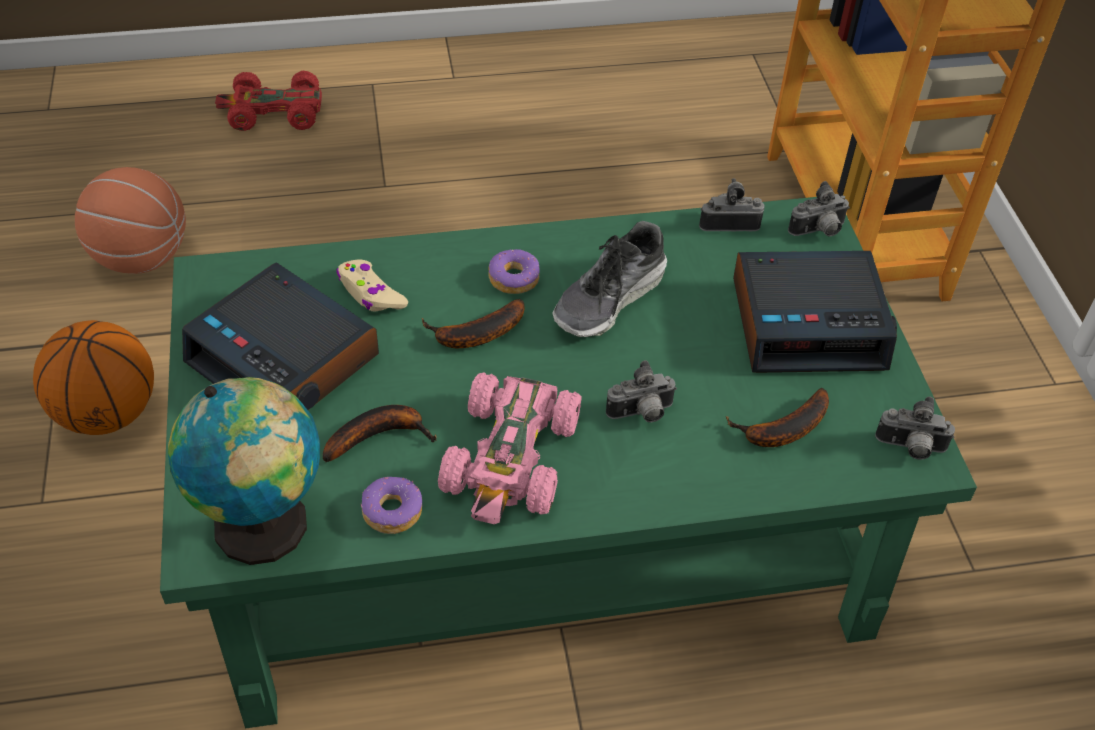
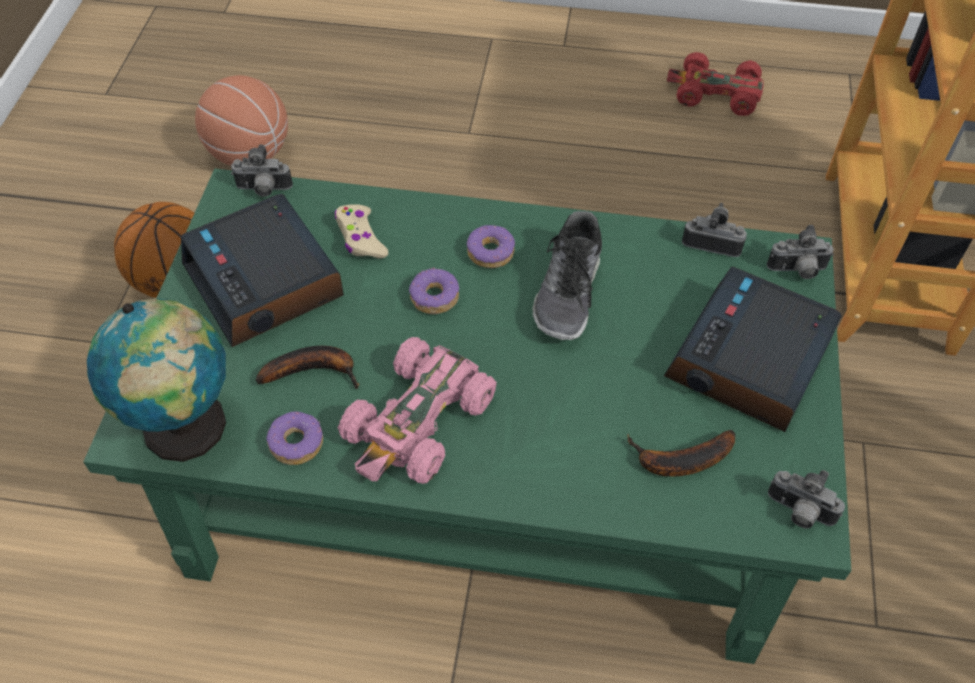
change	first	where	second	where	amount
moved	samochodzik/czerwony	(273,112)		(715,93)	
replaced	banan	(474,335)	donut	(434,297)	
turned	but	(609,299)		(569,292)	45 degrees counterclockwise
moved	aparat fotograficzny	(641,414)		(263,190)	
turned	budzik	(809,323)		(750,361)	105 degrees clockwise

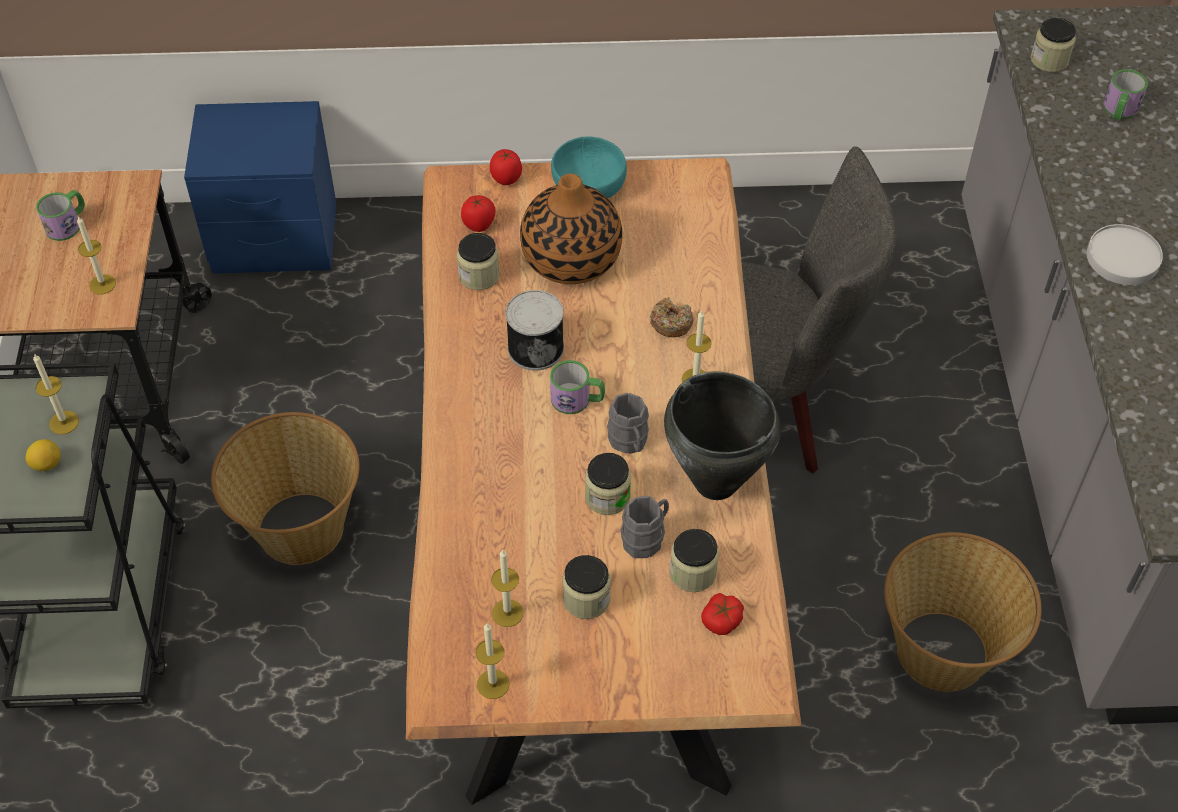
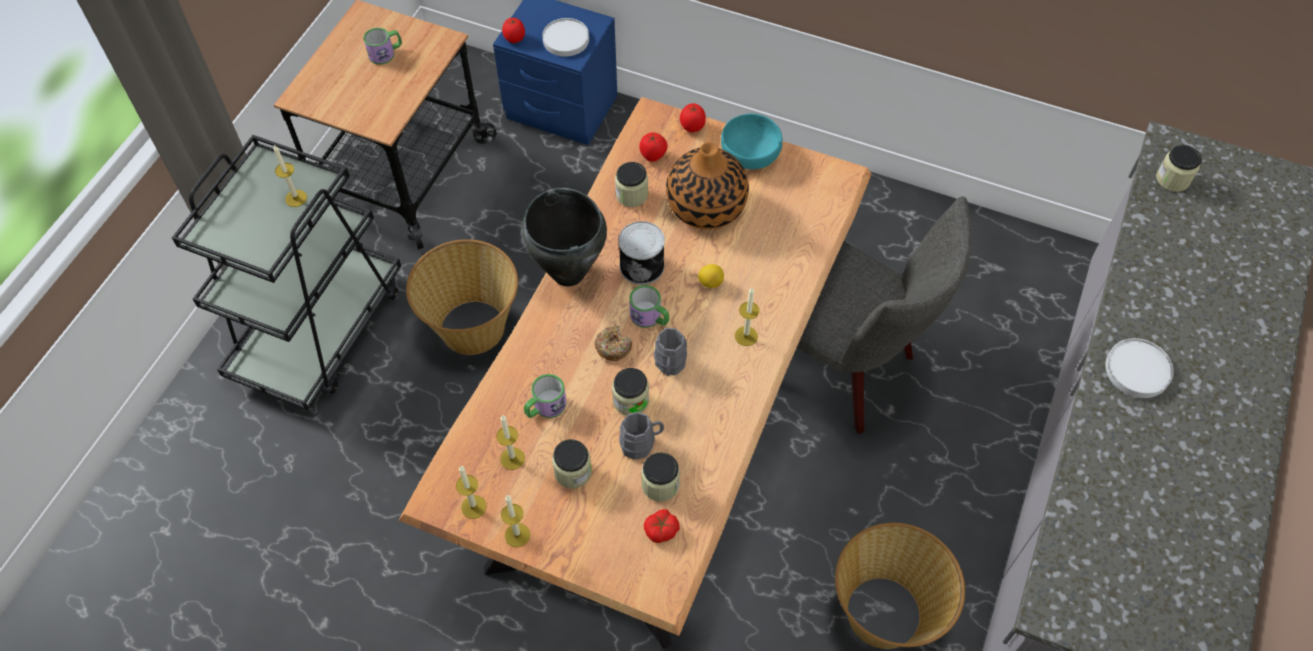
change	first	where	second	where	amount
moved	cytryna	(47,464)		(710,282)	
moved	świeca	(102,284)		(517,535)	
moved	donut	(671,323)		(613,347)	
moved	garnek/czarny	(716,483)		(568,273)	
moved	kubek	(1119,111)		(545,407)	
added			pomidor	(514,38)	
added			talerz/biały	(565,39)	

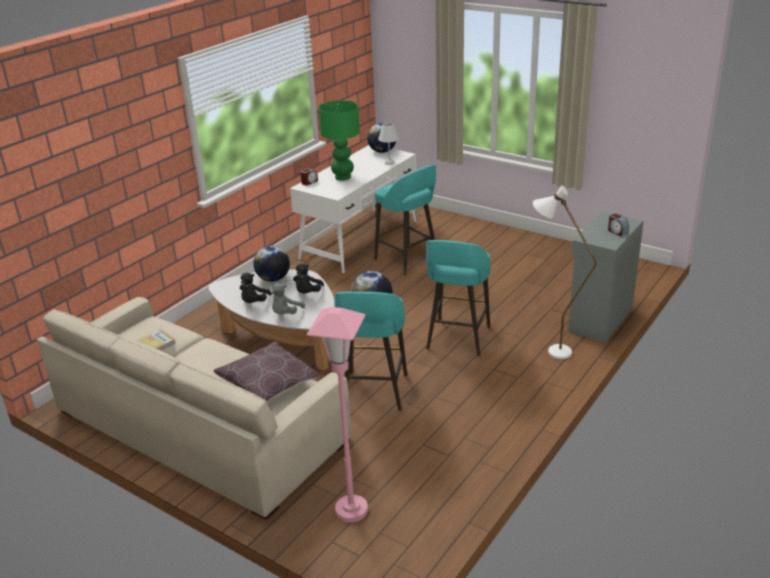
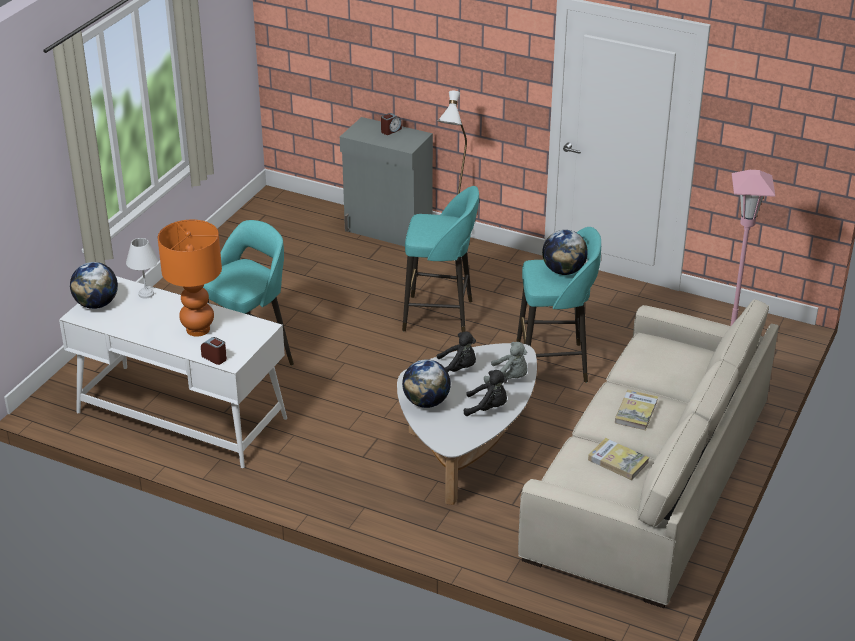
change	first	where	second	where	amount
removed	poduszka/brązowy	(268,384)			
recoloured	lampa stołowa/zielony	(343,177)	lampa stołowa/pomarańczowy	(197,329)	
added			książka	(636,412)	

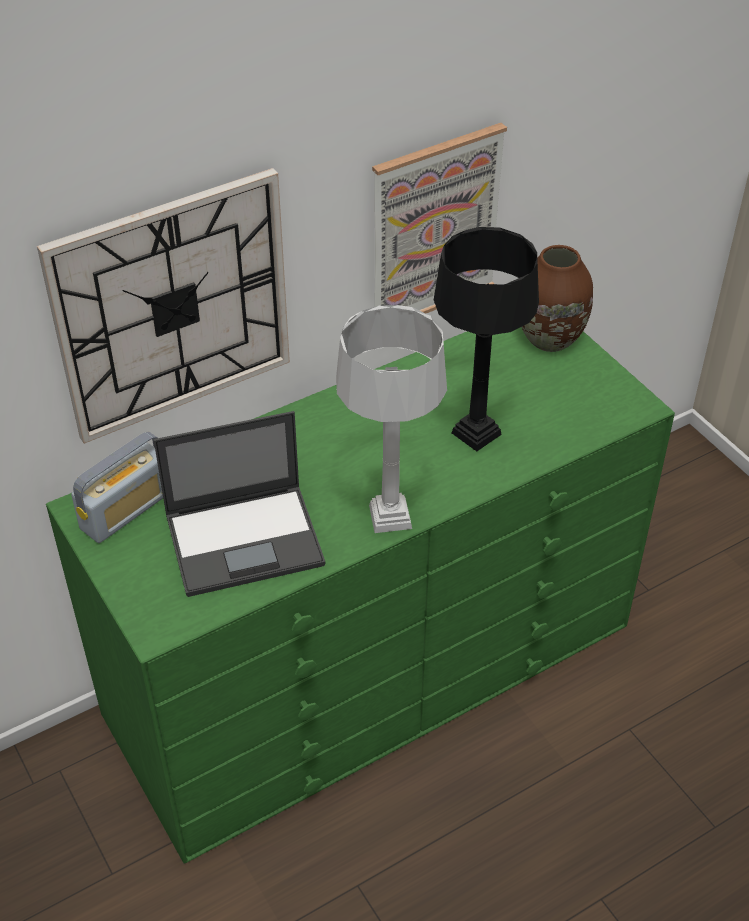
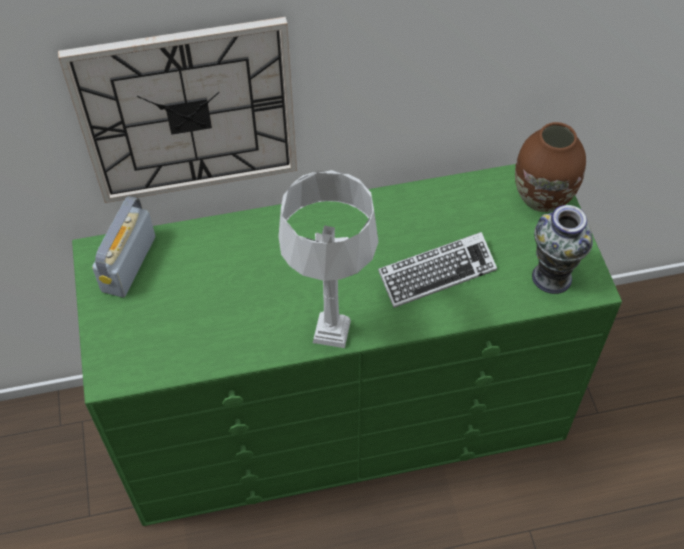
change	first	where	second	where	amount
turned	radio	(126,510)		(128,264)	135 degrees clockwise
removed	laptop	(246,539)			
removed	obraz	(434,228)			
replaced	lampa stołowa/czarny	(475,434)	klawiatura	(436,273)	
added			wazon	(551,277)	

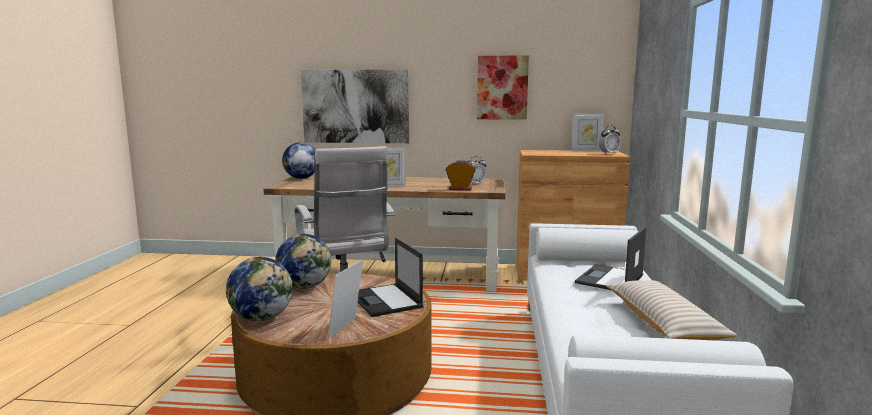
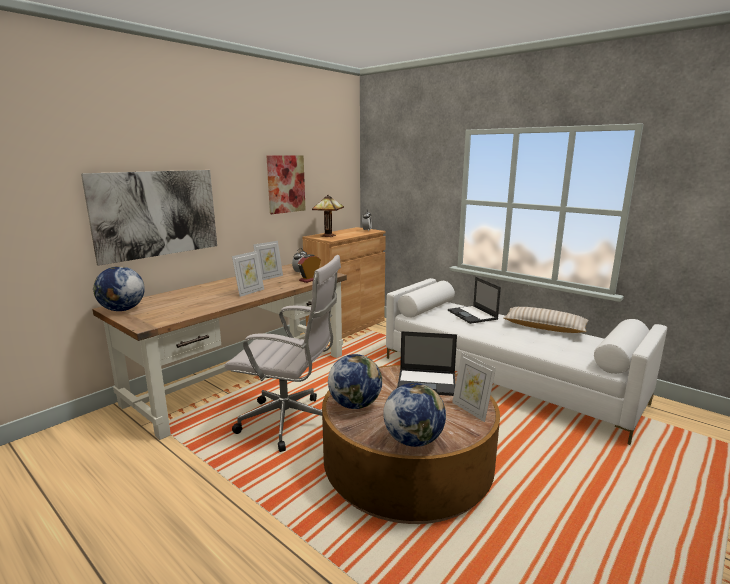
change	first	where	second	where	amount
moved	ramka na zdjęcie	(586,150)		(269,277)	
added			lampa stołowa	(329,236)	

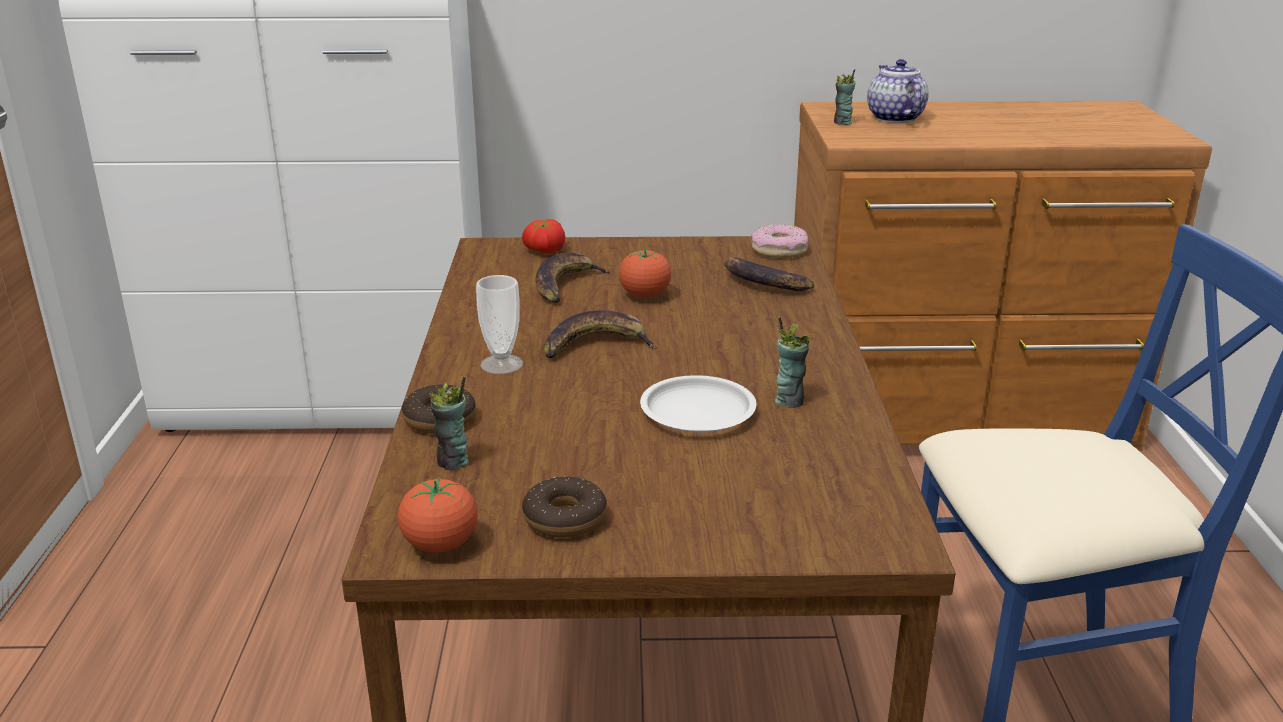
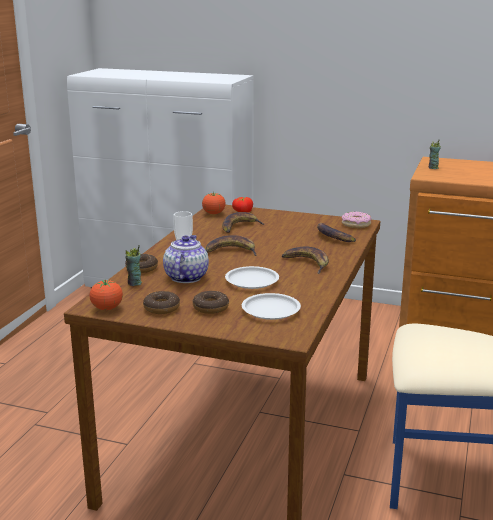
change	first	where	second	where	amount
moved	pomidor	(645,296)		(213,213)	
removed	filiżanka	(789,400)			
moved	imbryk	(894,118)		(186,277)	
added			donut	(210,307)	
added			talerz/biały	(271,310)	
added			banan	(307,263)	

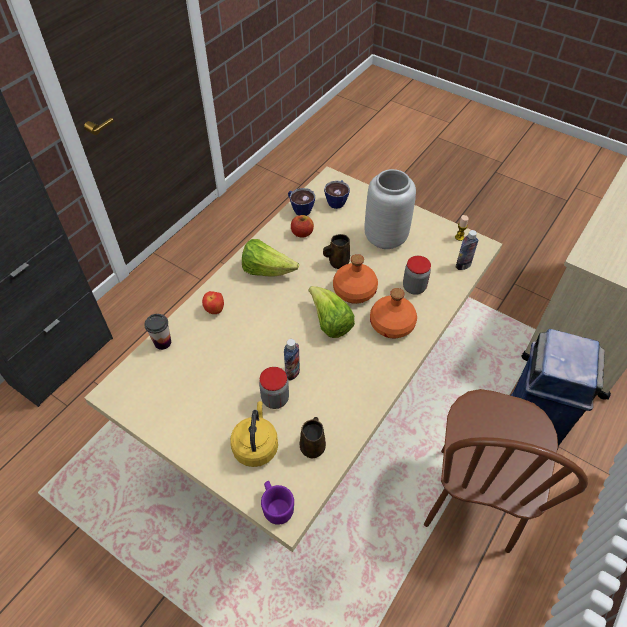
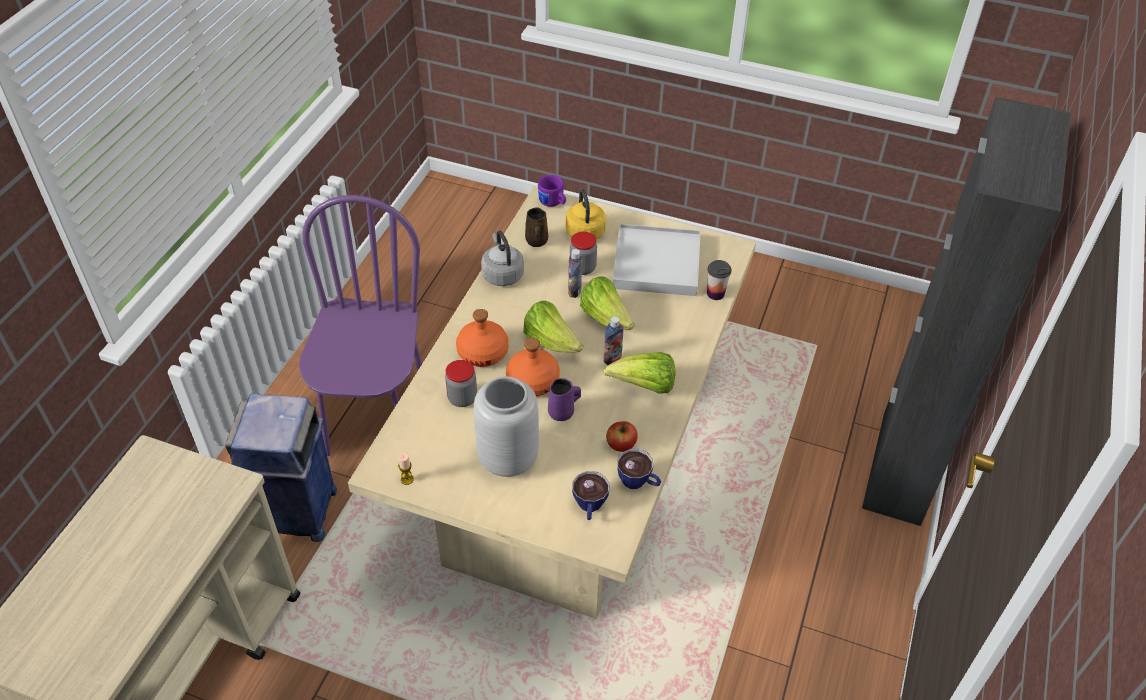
change	first	where	second	where	amount
removed	jabłko	(215,310)			
recoloured	kubek/brązowy	(337,262)	kubek/fioletowy	(562,412)	
recoloured	krzesło/brązowy	(472,498)	krzesło/fioletowy	(376,421)	
moved	butelka	(463,265)		(612,358)	
added			czajnik/szary	(502,274)	
added			sałata	(606,318)	
added			taca/biały	(656,264)	

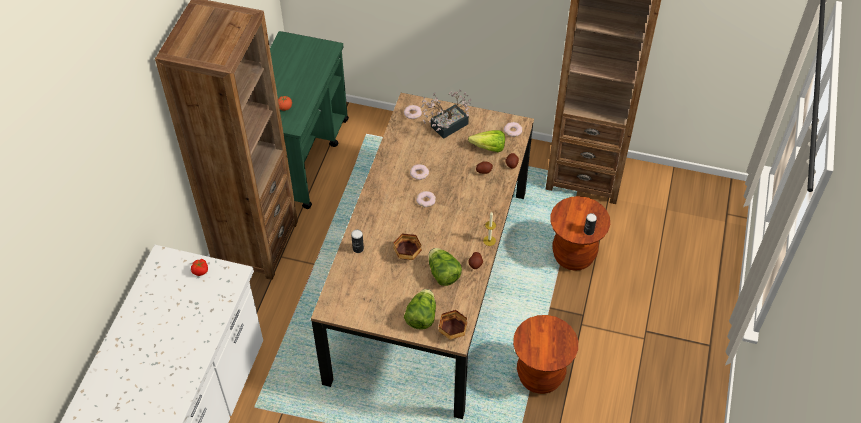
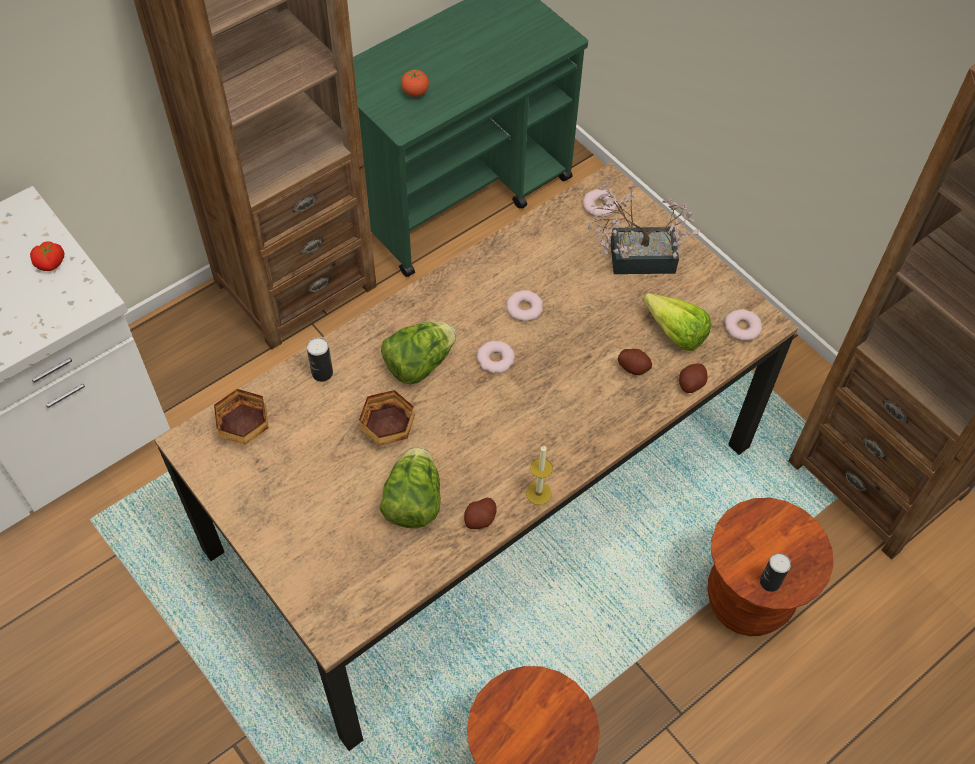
change	first	where	second	where	amount
moved	sałata	(421,316)		(419,364)	
moved	miska	(453,331)		(246,429)	

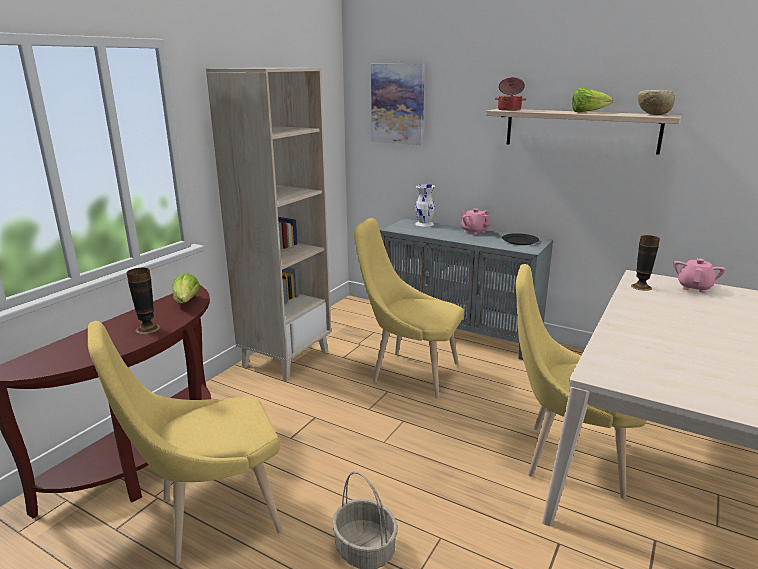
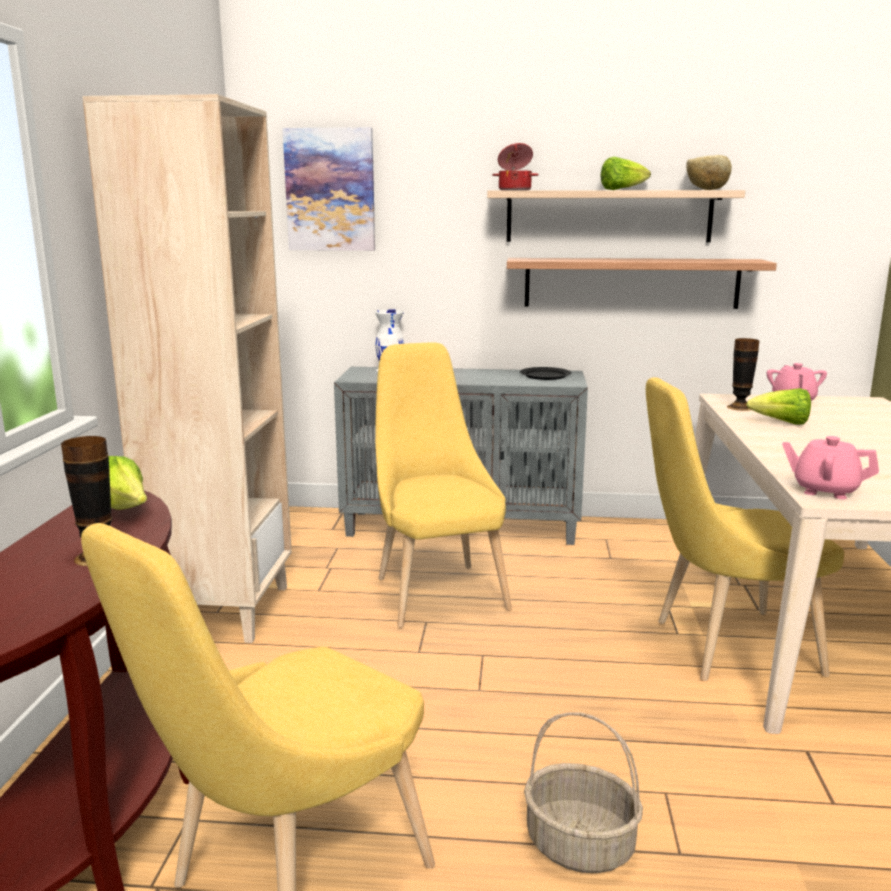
change	first	where	second	where	amount
turned	krzesło/żółty	(409,372)		(436,590)	75 degrees clockwise
moved	imbryk/różowy	(474,231)		(825,490)	
added			półka	(631,283)	
added			sałata	(781,423)	

